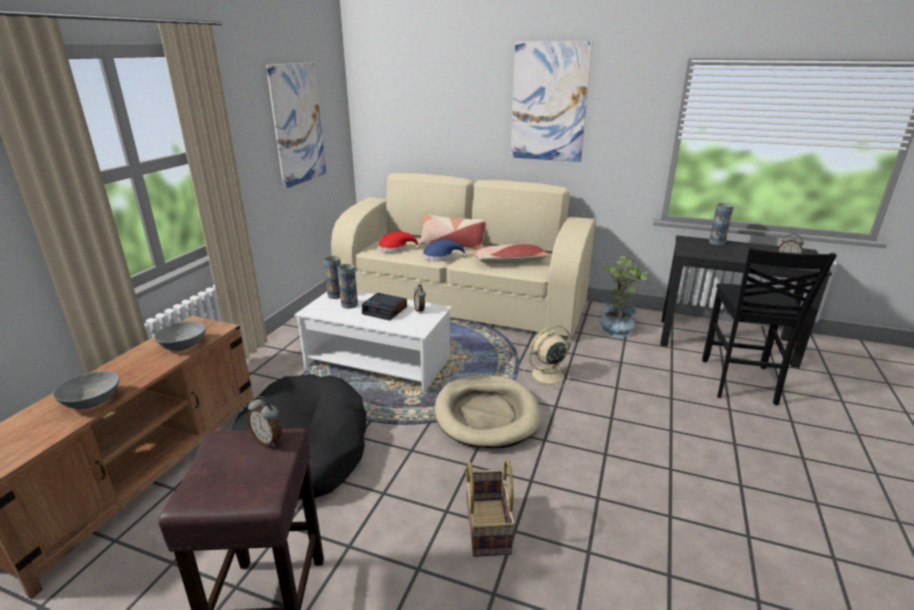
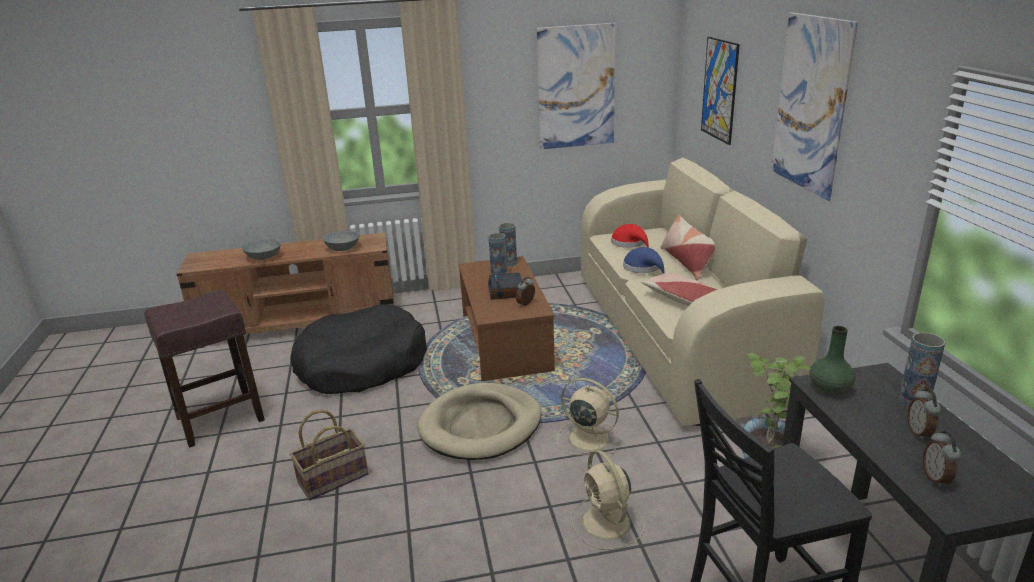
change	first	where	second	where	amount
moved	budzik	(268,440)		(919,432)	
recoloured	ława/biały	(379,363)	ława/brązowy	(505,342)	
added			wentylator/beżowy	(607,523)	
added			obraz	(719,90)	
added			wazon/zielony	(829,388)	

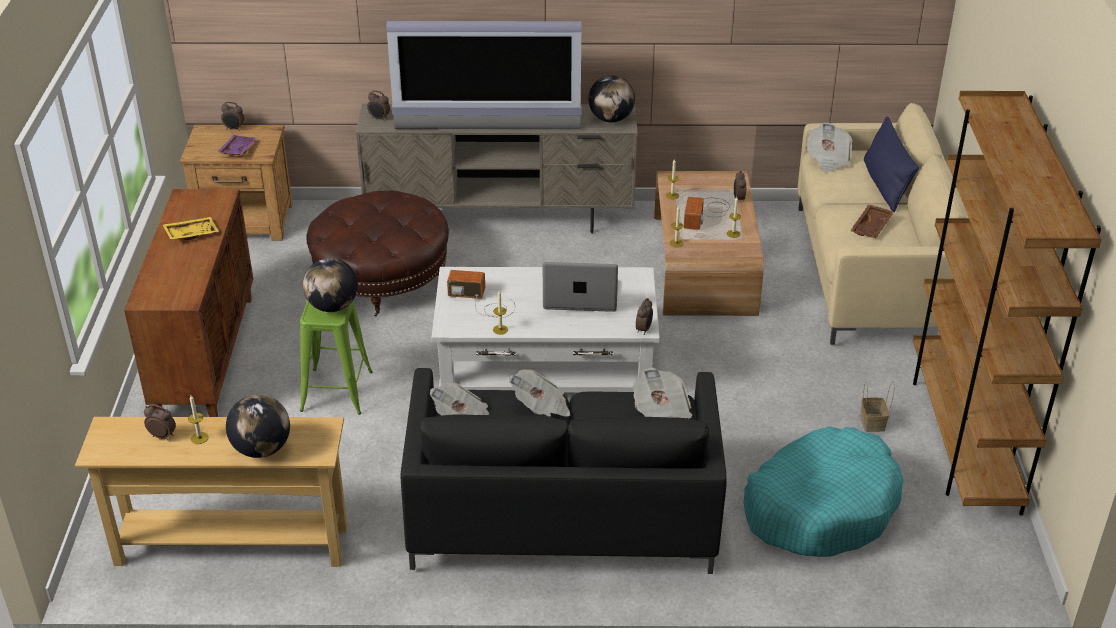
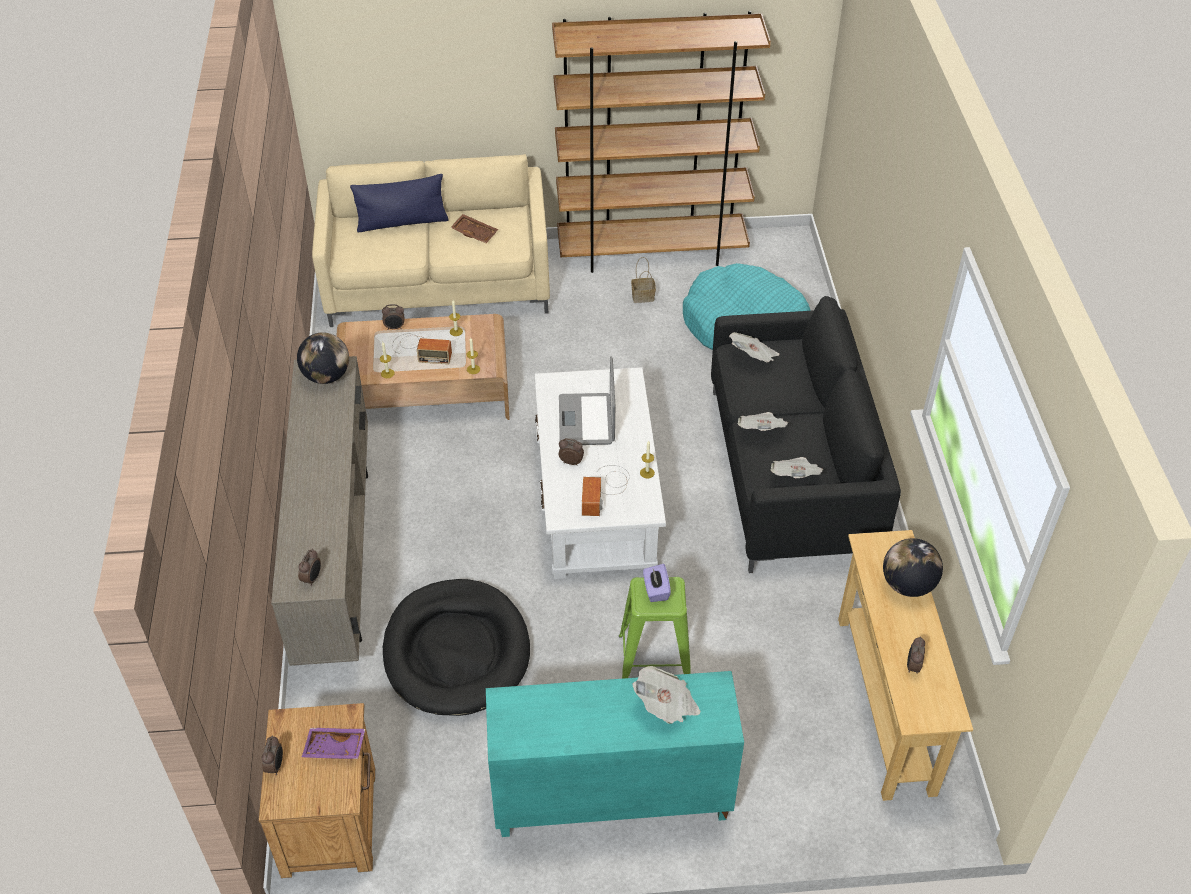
change	first	where	second	where	amount
recoloured	szafka/brązowy	(205,355)	szafka/turkusowy	(610,799)	
removed	taca/żółty	(191,233)			
removed	świeca	(199,438)			
replaced	globus	(332,306)	pudełko chusteczek/fioletowy	(656,590)	
replaced	pufa/brązowy	(382,279)	legowisko/czarny	(456,651)	
removed	telewizor	(487,129)			
moved	budzik	(644,329)		(571,462)	
moved	gazeta	(828,159)		(666,705)	

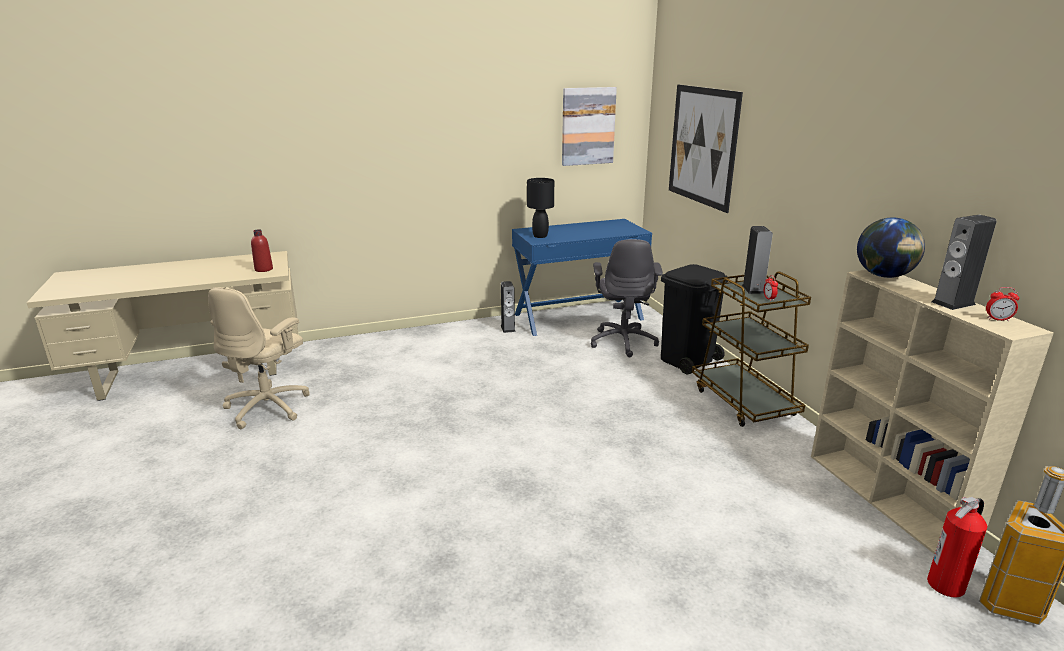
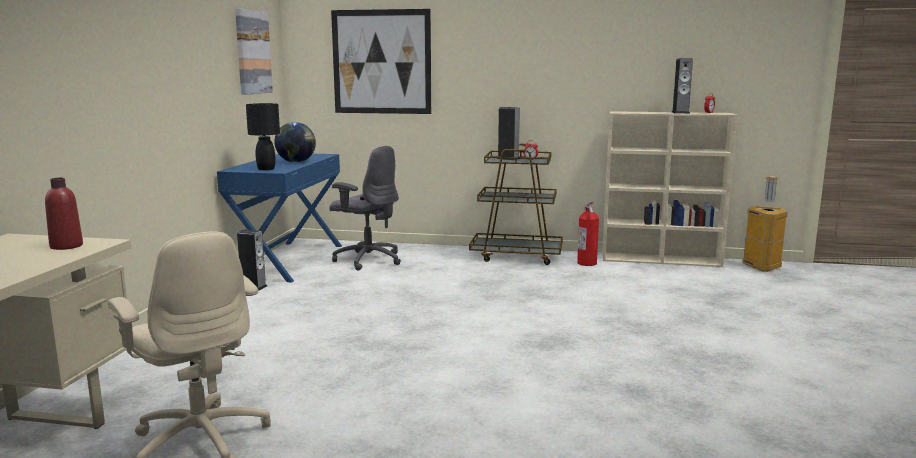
change	first	where	second	where	amount
removed	kosz na śmieci/czarny	(687,360)			
moved	globus	(884,276)		(296,162)	
moved	gaśnica	(947,585)		(587,263)	

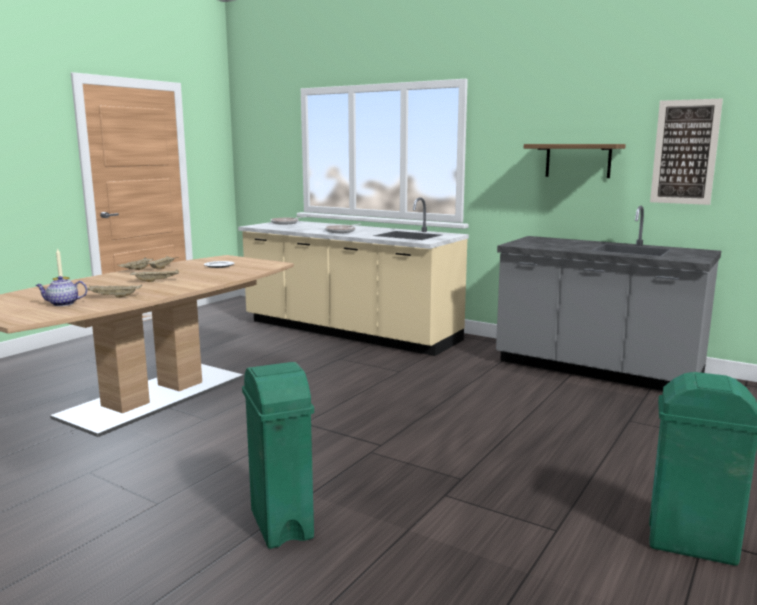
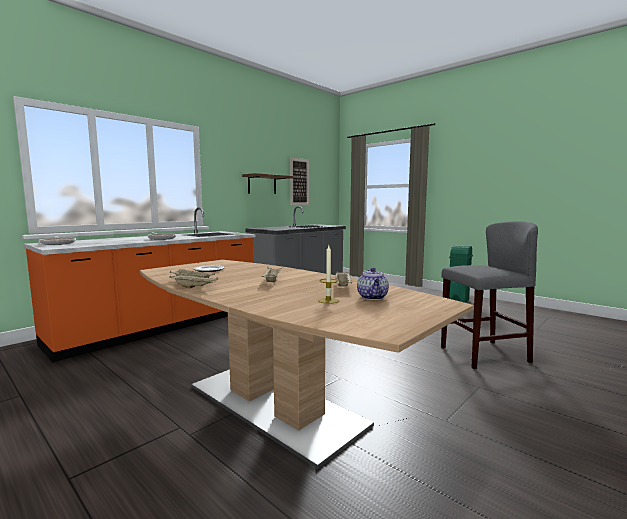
change	first	where	second	where	amount
recoloured	zabudowa kuchenna/beżowy	(349,331)	zabudowa kuchenna/pomarańczowy	(160,327)	
replaced	kosz na śmieci/zielony	(281,525)	stołek/szary	(483,354)	

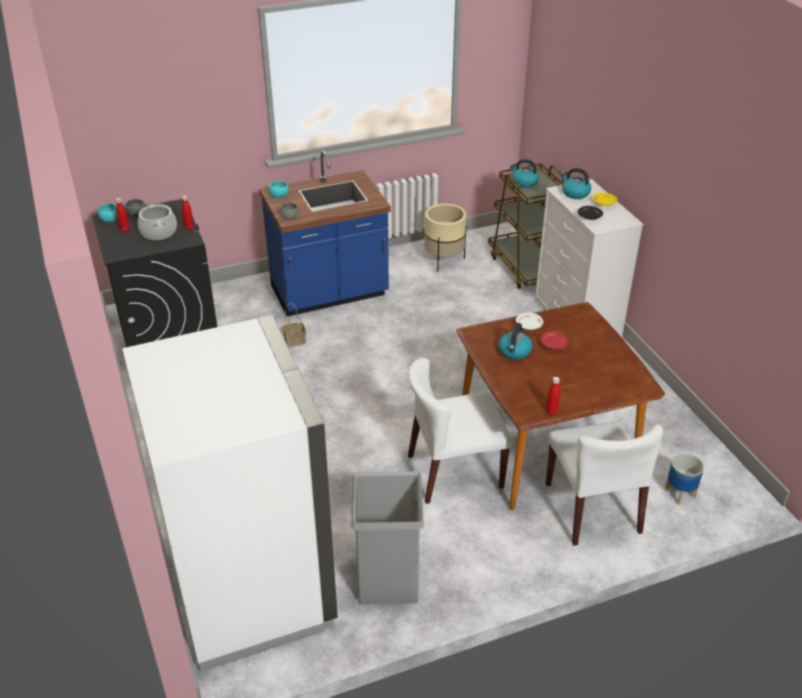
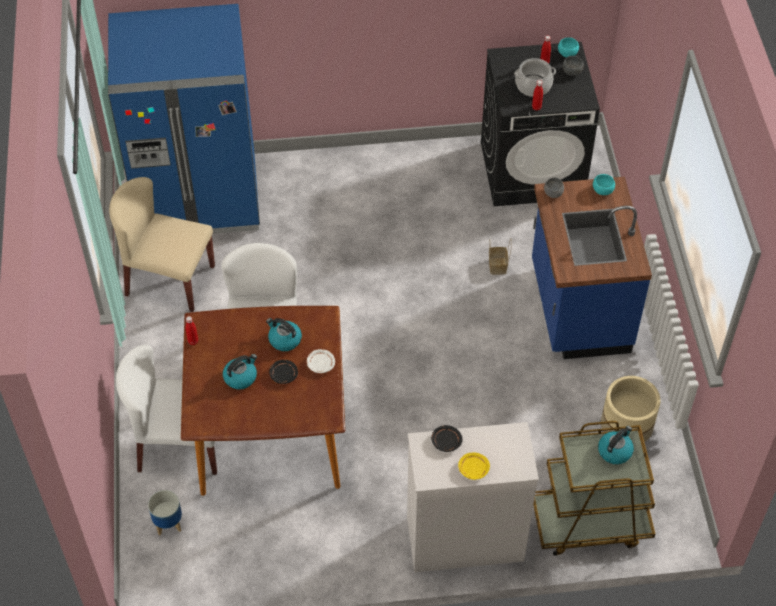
change	first	where	second	where	amount
recoloured	lodówka/biały	(251,587)	lodówka/niebieski	(199,198)	
replaced	kosz na śmieci/szary	(387,579)	krzesło/beżowy	(169,280)	
recoloured	talerz/czerwony	(553,344)	talerz/czarny	(283,374)	
moved	czajnik	(575,193)		(240,377)	

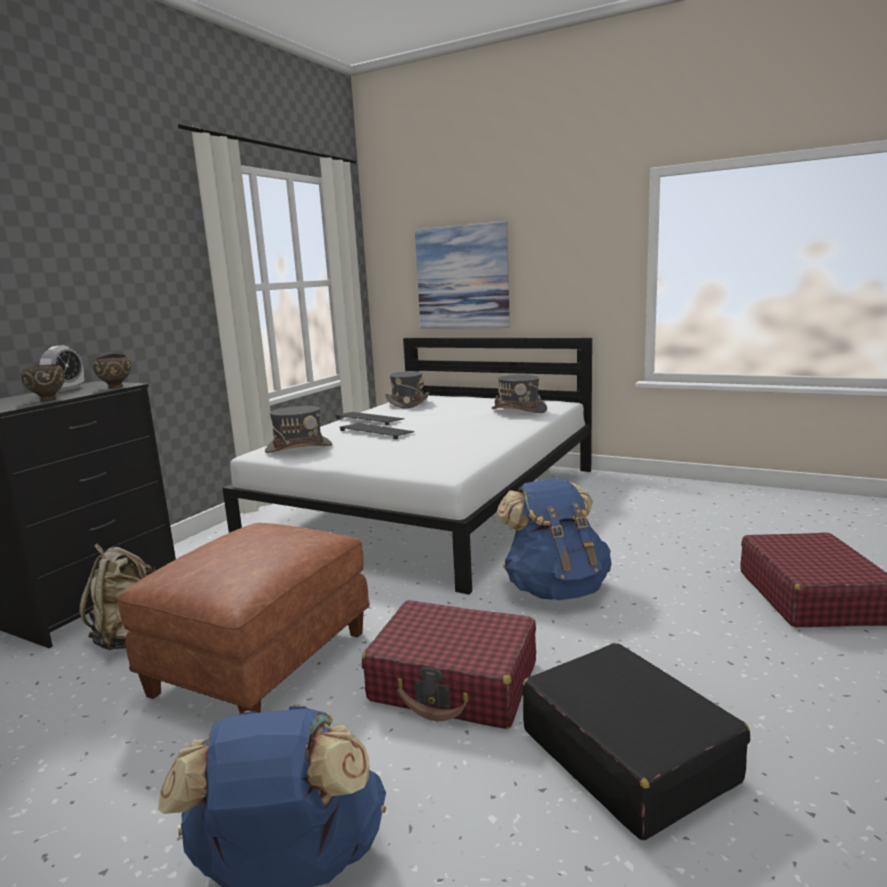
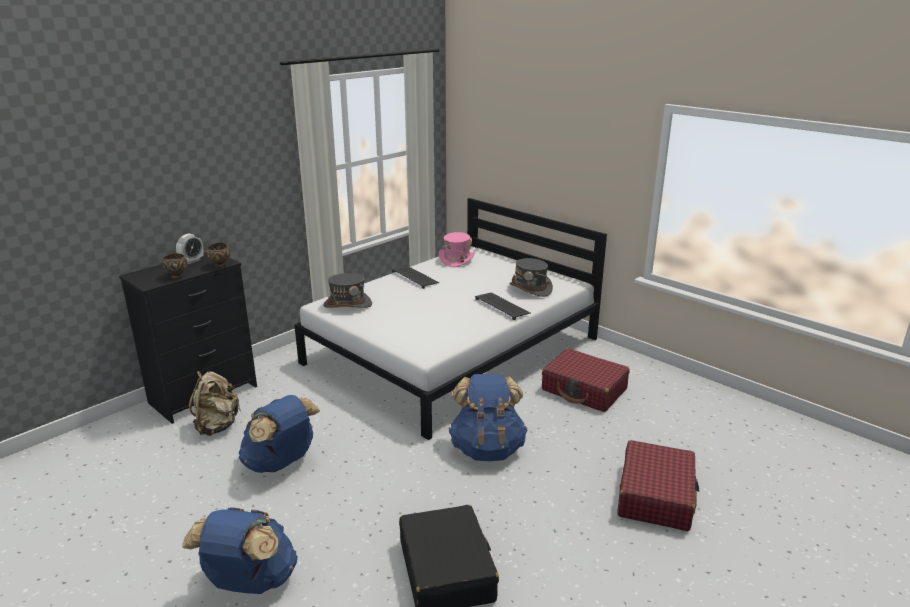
change	first	where	second	where	amount
replaced	pufa/brązowy	(261,664)	plecak/niebieski	(281,463)	
moved	klawiatura	(377,432)		(503,306)	
moved	walizka/czerwony	(454,682)		(584,390)	
recoloured	kapelusz/szary	(407,403)	kapelusz/różowy	(456,260)	
removed	obraz	(462,277)			

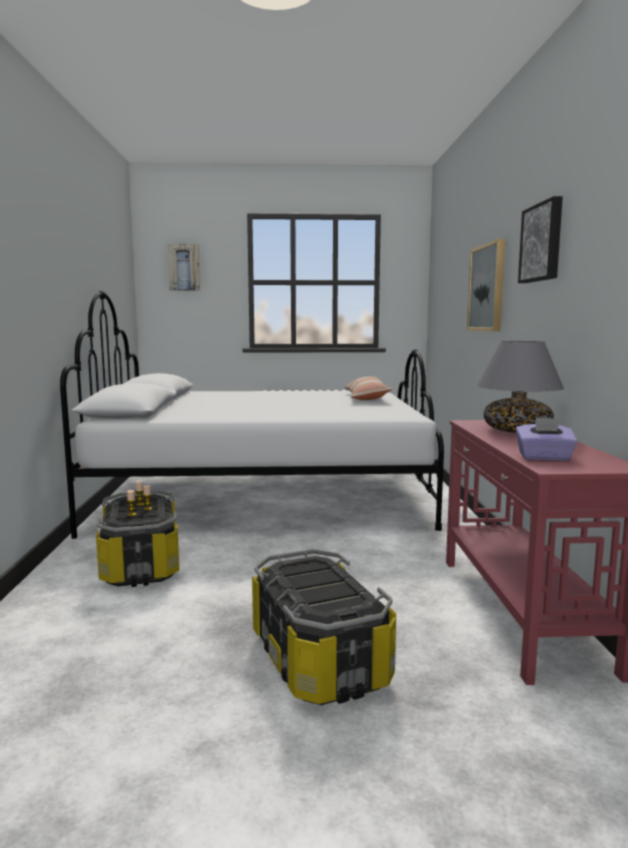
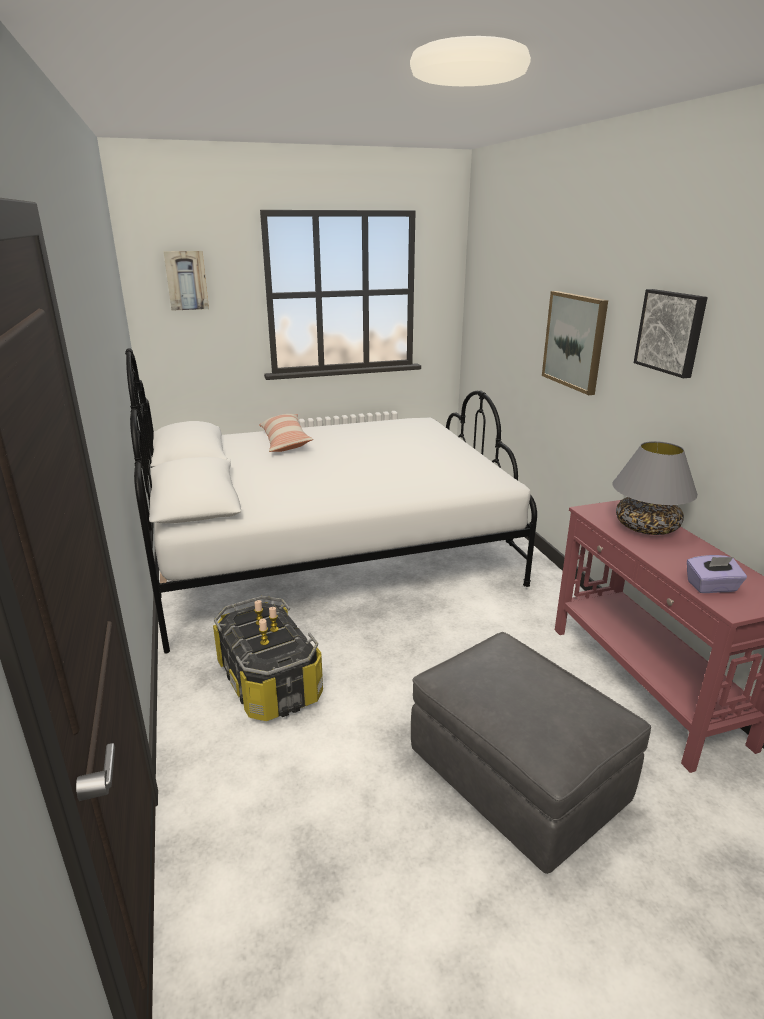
change	first	where	second	where	amount
replaced	pojemnik do przechowywania	(320,660)	pufa/szary	(516,779)	
moved	poduszka	(366,398)		(285,442)	

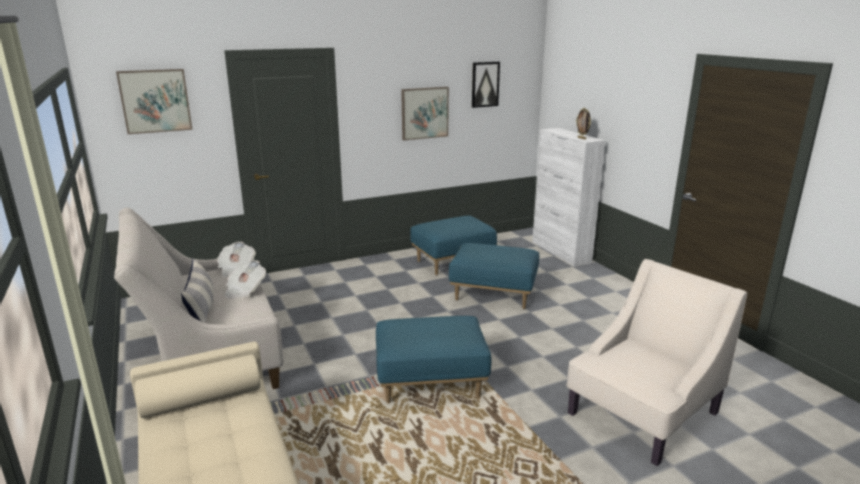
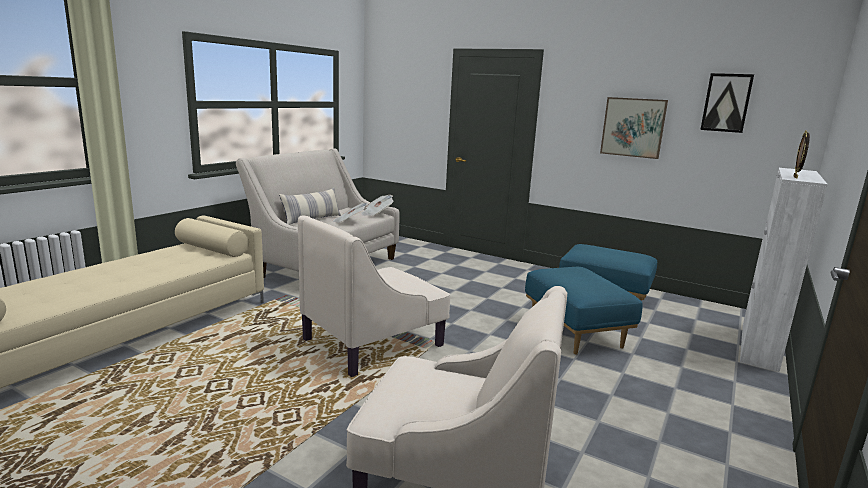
change	first	where	second	where	amount
removed	obraz	(155,101)			
replaced	pufa/niebieski	(430,384)	fotel/beżowy	(374,342)	

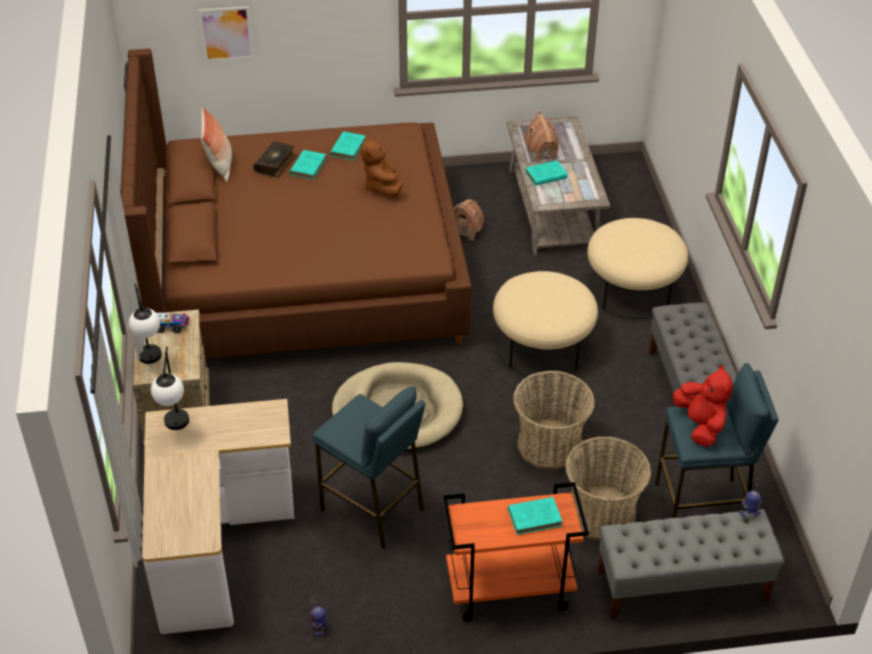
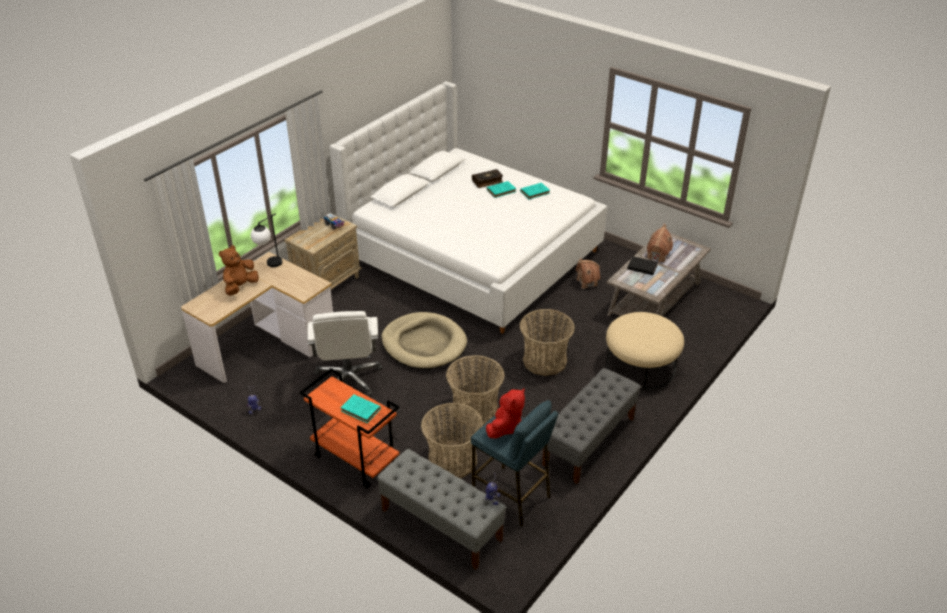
change	first	where	second	where	amount
recoloured	łóżko/brązowy	(301,272)	łóżko/biały	(472,254)	
removed	lampa stołowa	(152,362)			
removed	obraz	(226,33)			
removed	poduszka	(219,165)			
replaced	stołek/niebieski	(373,510)	krzesło biurowe/biały	(348,378)	
moved	pluszak/brązowy	(382,186)		(240,287)	
replaced	pufa/beżowy	(542,344)	koszyk	(545,360)	
recoloured	książka/turkusowy	(545,175)	książka/czarny	(641,267)	

